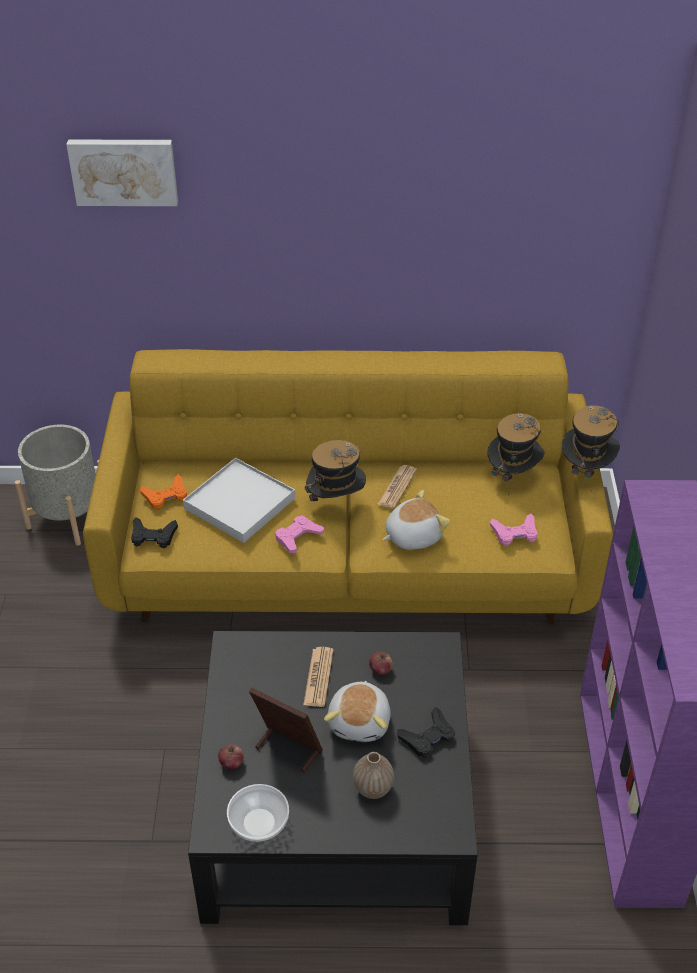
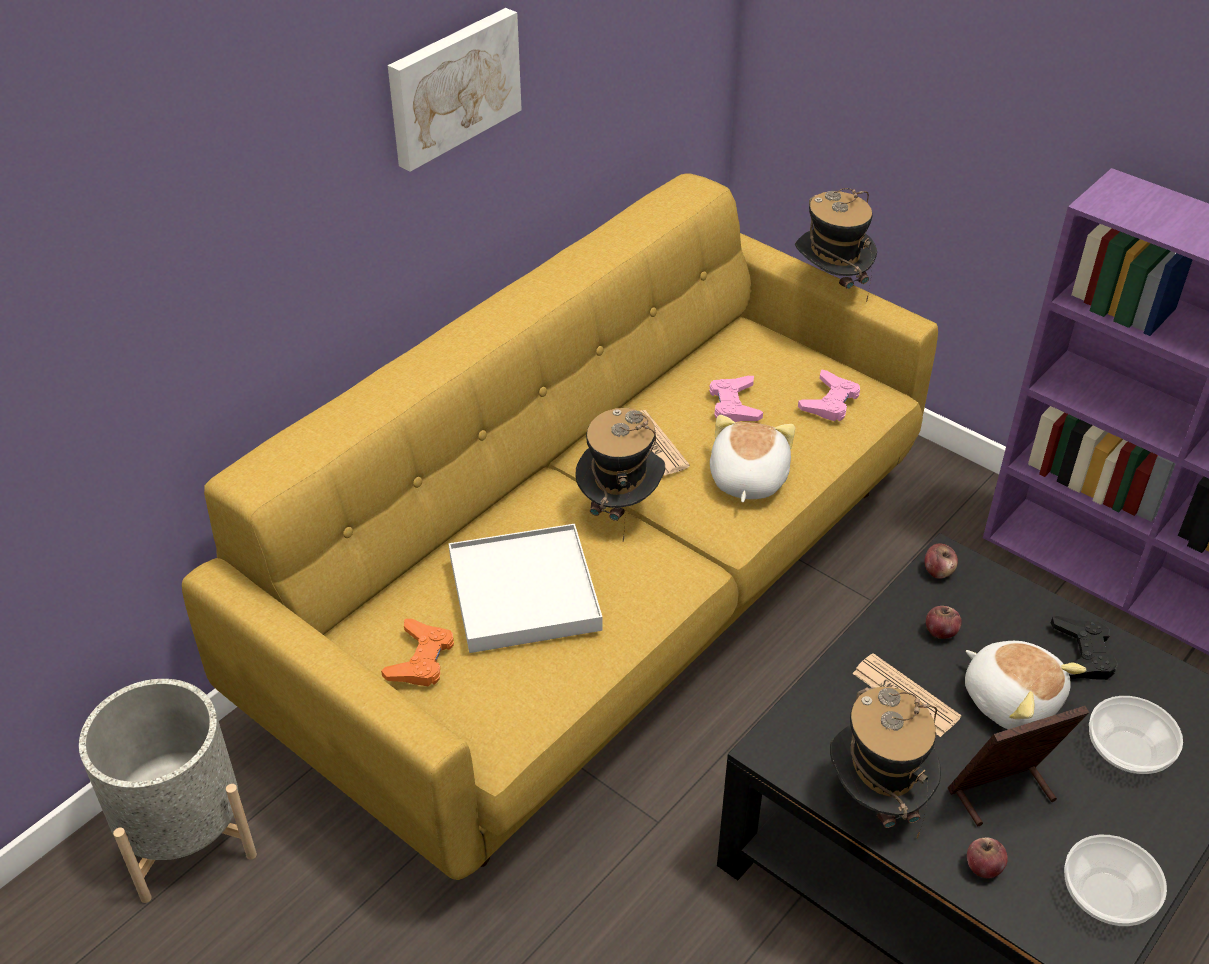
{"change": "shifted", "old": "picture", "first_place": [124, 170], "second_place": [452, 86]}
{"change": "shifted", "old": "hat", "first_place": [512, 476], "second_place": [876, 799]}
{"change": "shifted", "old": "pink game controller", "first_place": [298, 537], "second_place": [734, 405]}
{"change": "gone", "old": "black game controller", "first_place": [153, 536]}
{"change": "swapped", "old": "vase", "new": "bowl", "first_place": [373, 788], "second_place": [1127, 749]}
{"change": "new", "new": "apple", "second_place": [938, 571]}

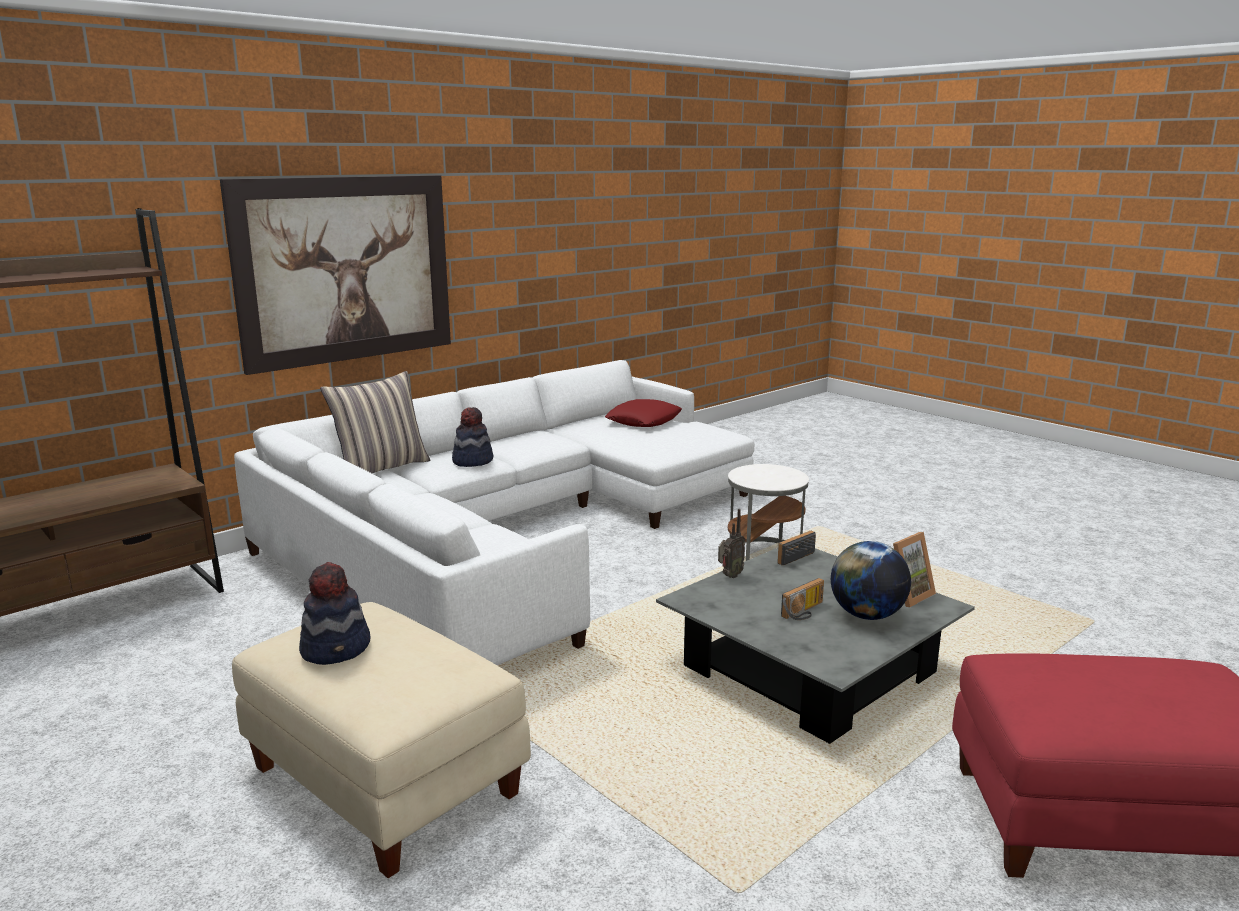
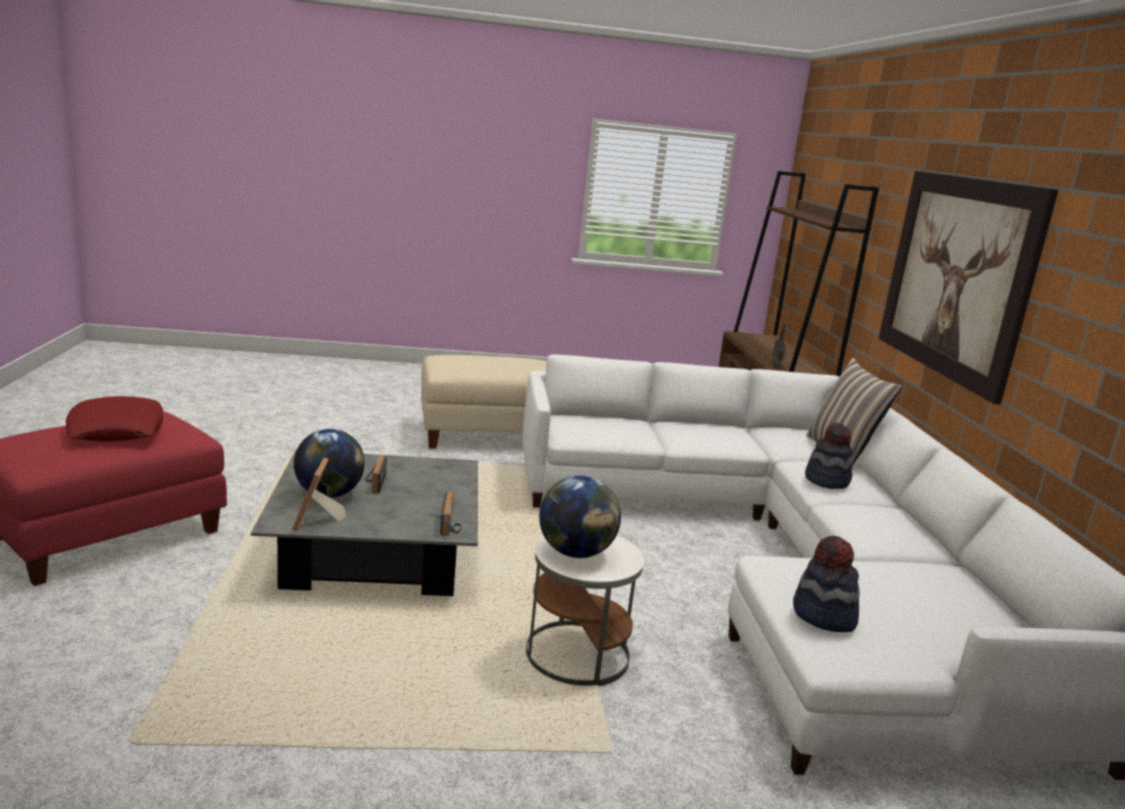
{"change": "shifted", "old": "red pillow", "first_place": [644, 420], "second_place": [117, 429]}
{"change": "shifted", "old": "radio", "first_place": [729, 576], "second_place": [777, 367]}
{"change": "shifted", "old": "hat", "first_place": [337, 648], "second_place": [823, 616]}
{"change": "new", "new": "globe", "second_place": [575, 553]}

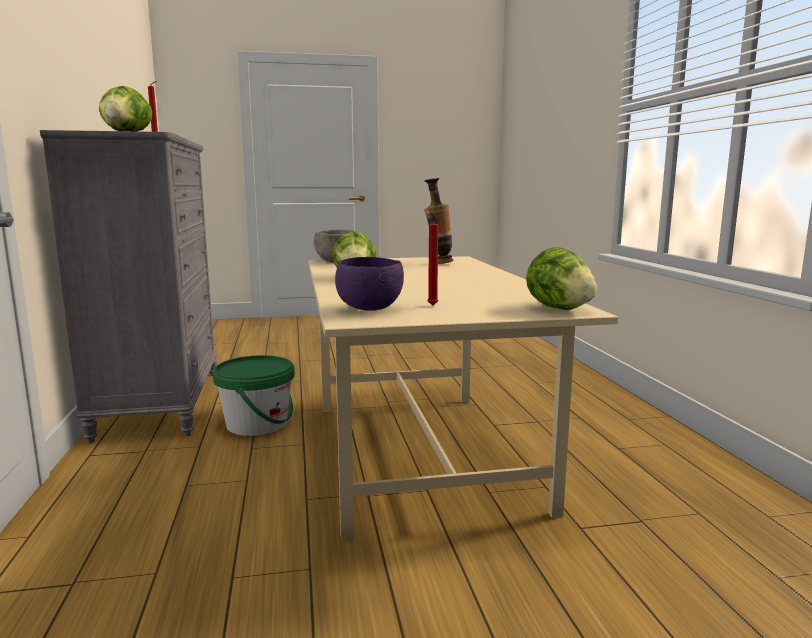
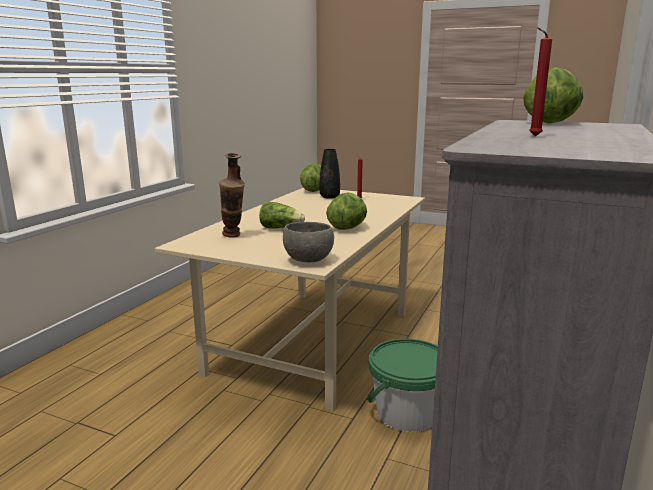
{"change": "gone", "old": "purple bowl", "first_place": [371, 309]}
{"change": "new", "new": "black vase", "second_place": [329, 197]}
{"change": "new", "new": "lettuce", "second_place": [280, 228]}

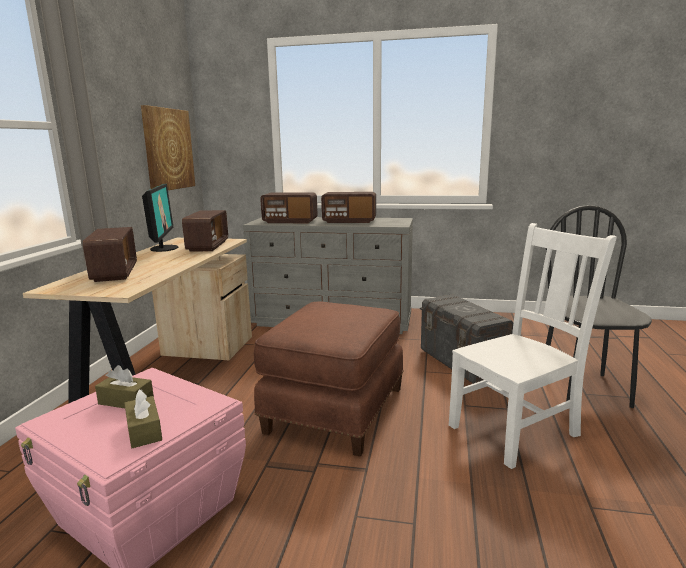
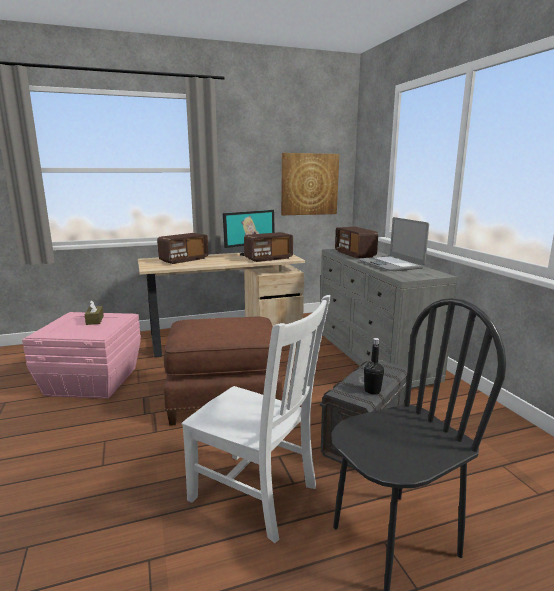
{"change": "swapped", "old": "radio", "new": "laptop", "first_place": [349, 221], "second_place": [390, 264]}
{"change": "gone", "old": "brown tissue box", "first_place": [144, 431]}
{"change": "new", "new": "black bottle", "second_place": [372, 390]}

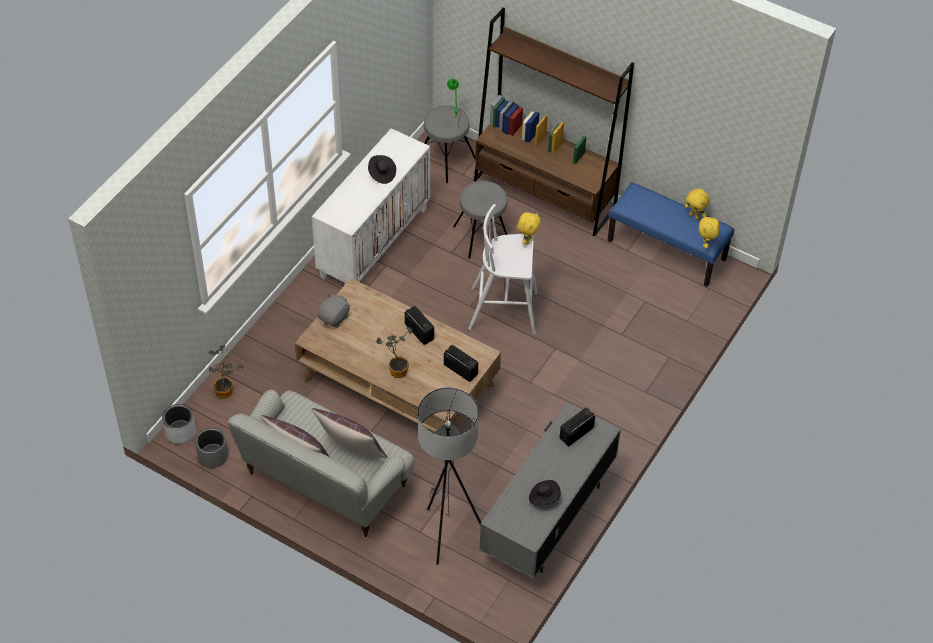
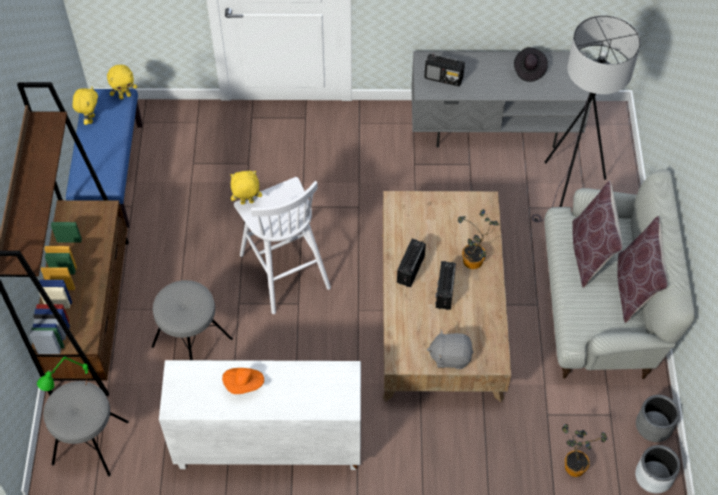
{"change": "repainted", "old": "black hat", "new": "orange hat", "first_place": [381, 174], "second_place": [244, 384]}
{"change": "shifted", "old": "radio", "first_place": [460, 369], "second_place": [444, 292]}

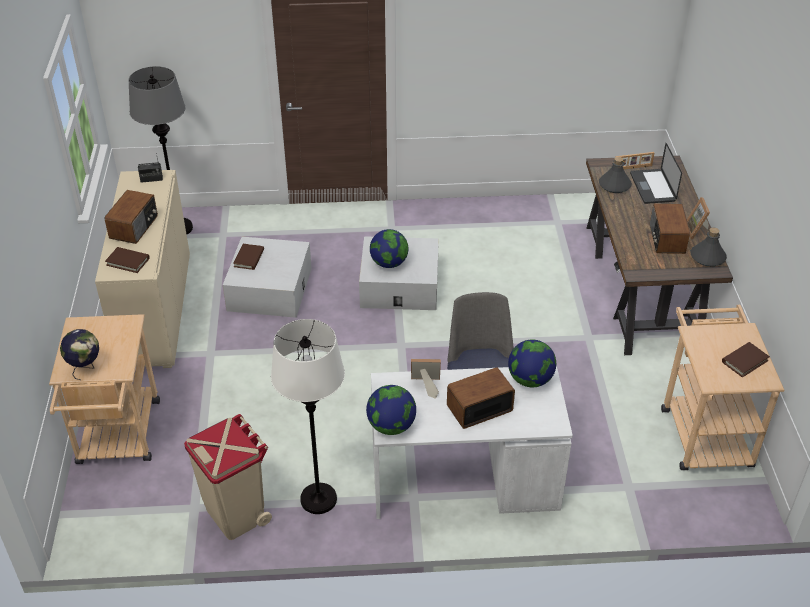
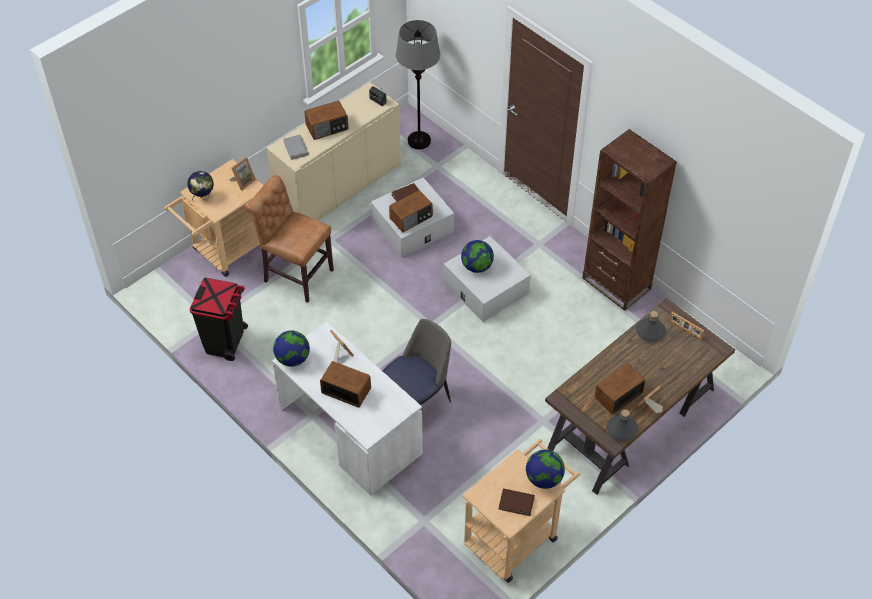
{"change": "gone", "old": "laptop", "first_place": [652, 187]}
{"change": "repainted", "old": "brown book", "new": "grey book", "first_place": [128, 261], "second_place": [296, 148]}
{"change": "gone", "old": "white floor lamp", "first_place": [319, 499]}
{"change": "shifted", "old": "globe", "first_place": [530, 380], "second_place": [544, 479]}
{"change": "repainted", "old": "beige trash can", "new": "black trash can", "first_place": [236, 513], "second_place": [225, 342]}
{"change": "new", "new": "brown bookcase", "second_place": [616, 284]}
{"change": "new", "new": "picture frame", "second_place": [243, 181]}
{"change": "new", "new": "brown chair", "second_place": [295, 274]}
{"change": "new", "new": "radio", "second_place": [411, 218]}

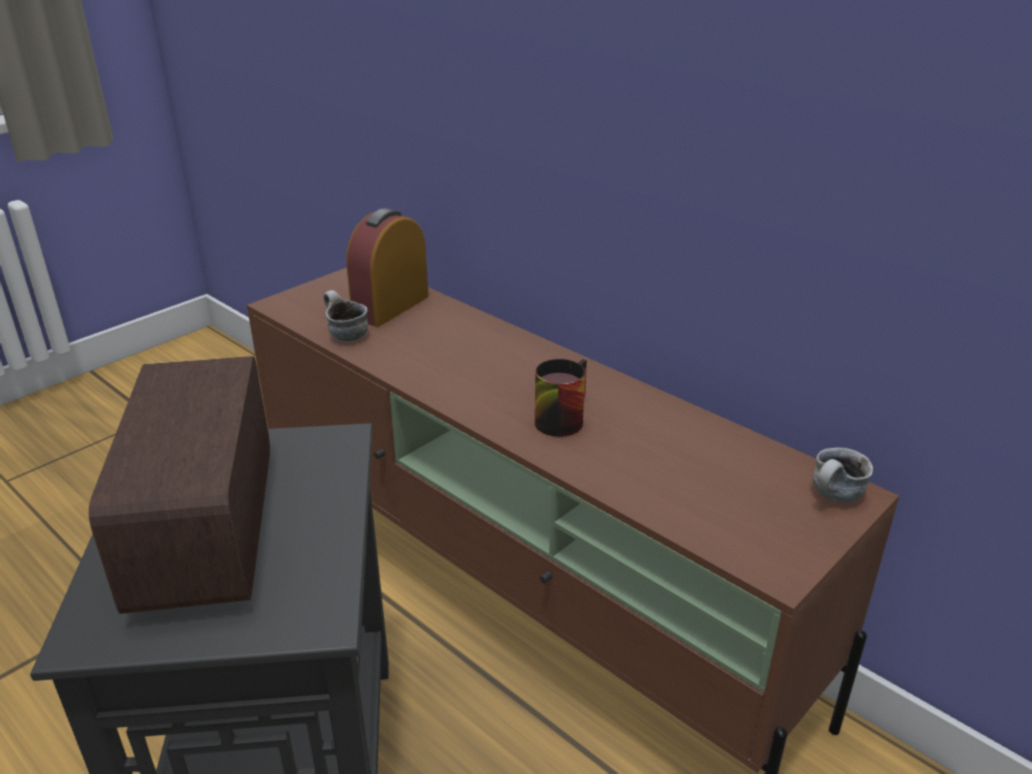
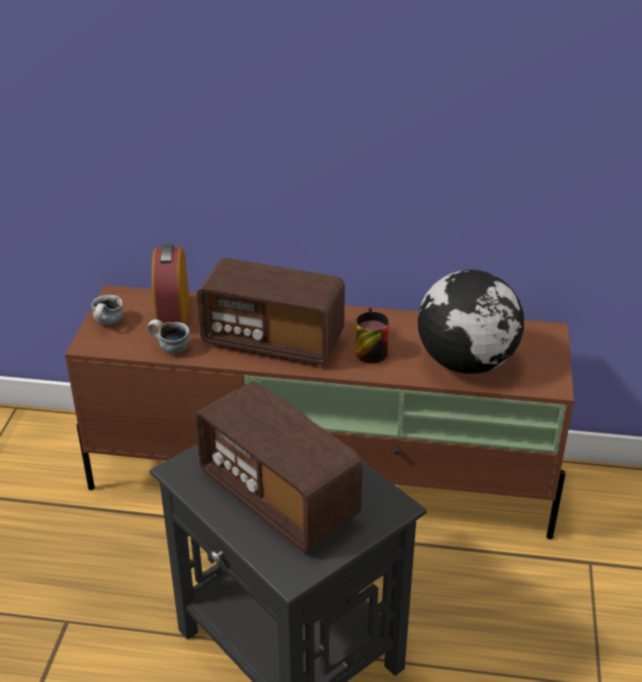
{"change": "shifted", "old": "mug", "first_place": [834, 498], "second_place": [108, 324]}
{"change": "new", "new": "radio", "second_place": [273, 341]}
{"change": "new", "new": "globe", "second_place": [467, 362]}

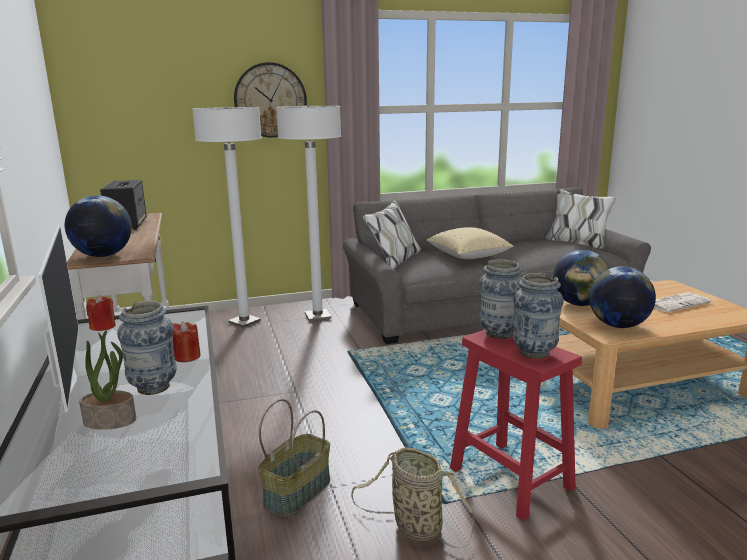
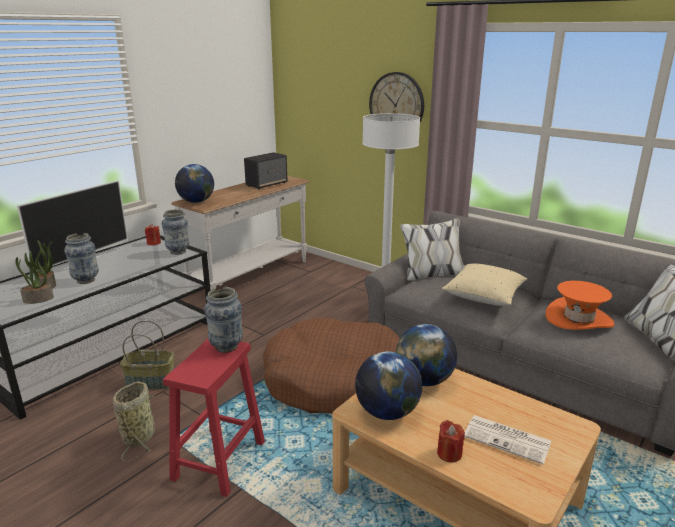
{"change": "gone", "old": "white floor lamp", "first_place": [244, 322]}
{"change": "shifted", "old": "vase", "first_place": [534, 353], "second_place": [178, 252]}
{"change": "shifted", "old": "red candle", "first_place": [187, 356], "second_place": [449, 453]}
{"change": "new", "new": "potted plant", "second_place": [38, 299]}
{"change": "new", "new": "orange hat", "second_place": [578, 319]}
{"change": "new", "new": "brown dog bed", "second_place": [335, 381]}

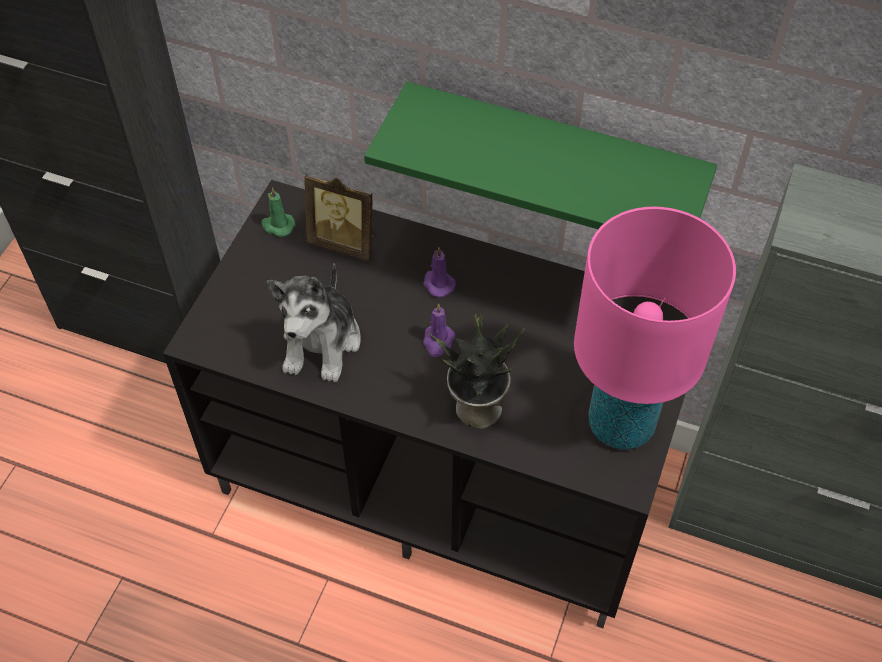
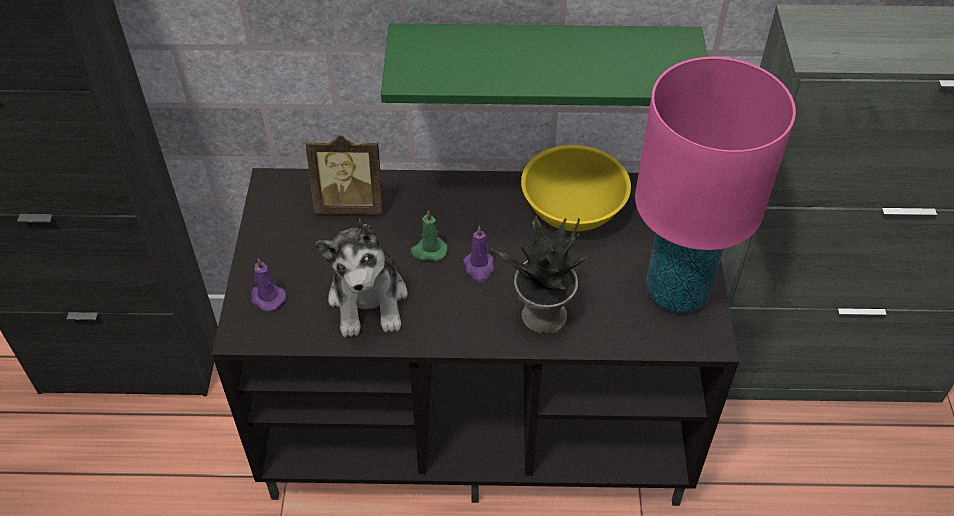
{"change": "shifted", "old": "green candle", "first_place": [277, 225], "second_place": [428, 251]}
{"change": "shifted", "old": "purple candle", "first_place": [438, 283], "second_place": [267, 298]}
{"change": "new", "new": "yellow bowl", "second_place": [573, 210]}

